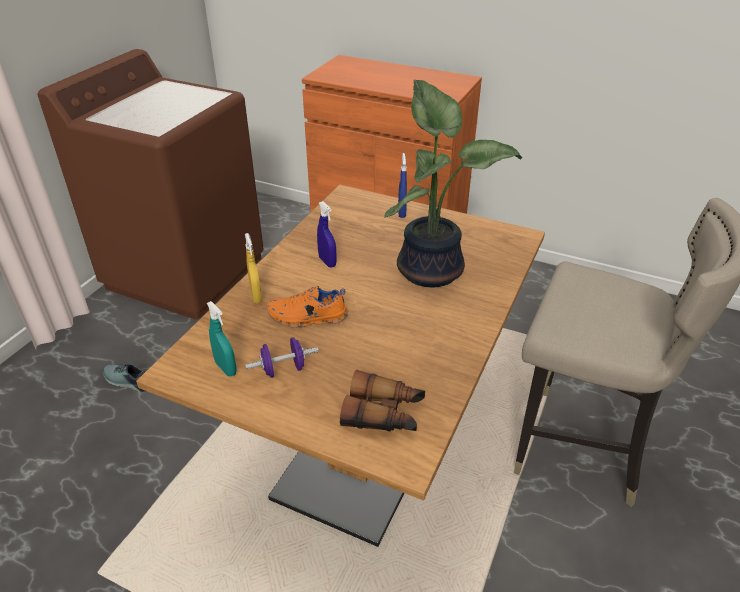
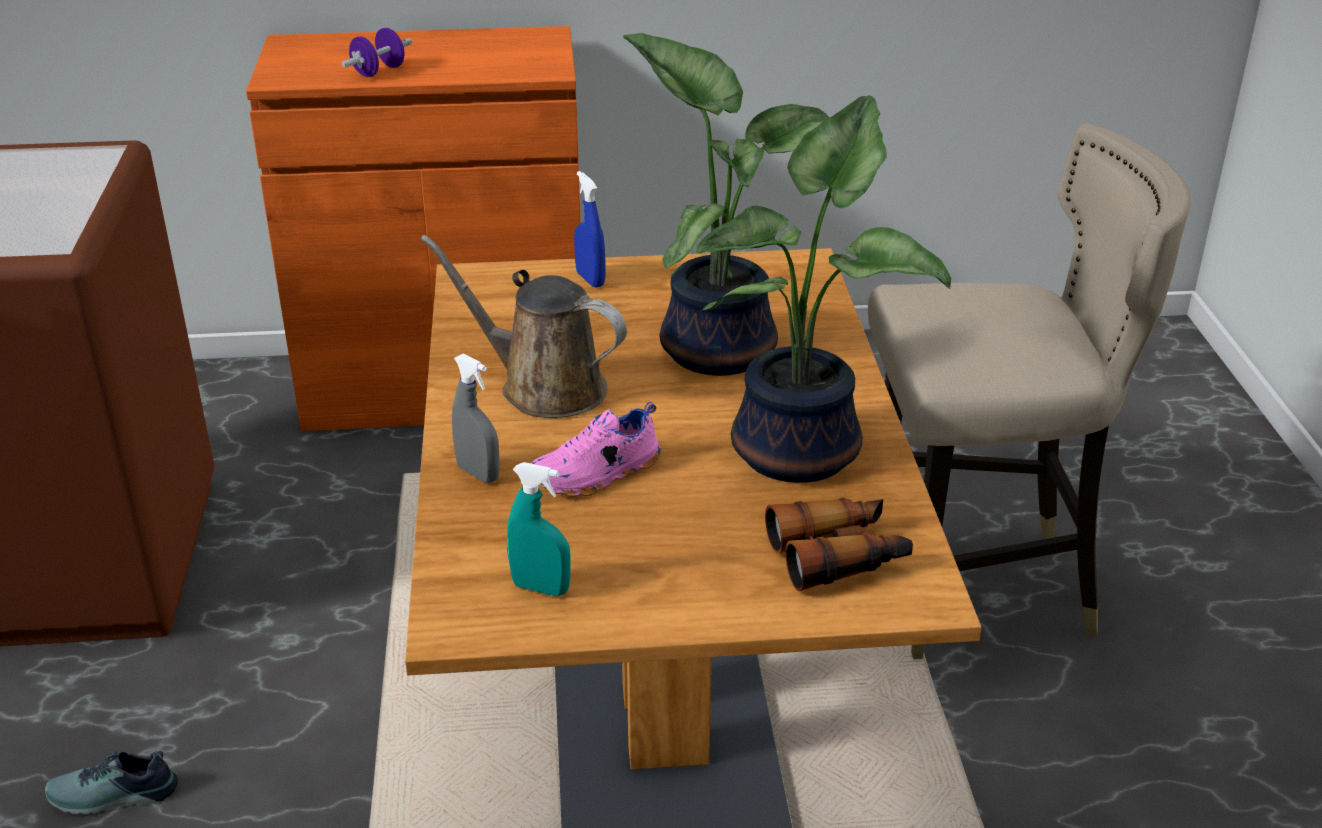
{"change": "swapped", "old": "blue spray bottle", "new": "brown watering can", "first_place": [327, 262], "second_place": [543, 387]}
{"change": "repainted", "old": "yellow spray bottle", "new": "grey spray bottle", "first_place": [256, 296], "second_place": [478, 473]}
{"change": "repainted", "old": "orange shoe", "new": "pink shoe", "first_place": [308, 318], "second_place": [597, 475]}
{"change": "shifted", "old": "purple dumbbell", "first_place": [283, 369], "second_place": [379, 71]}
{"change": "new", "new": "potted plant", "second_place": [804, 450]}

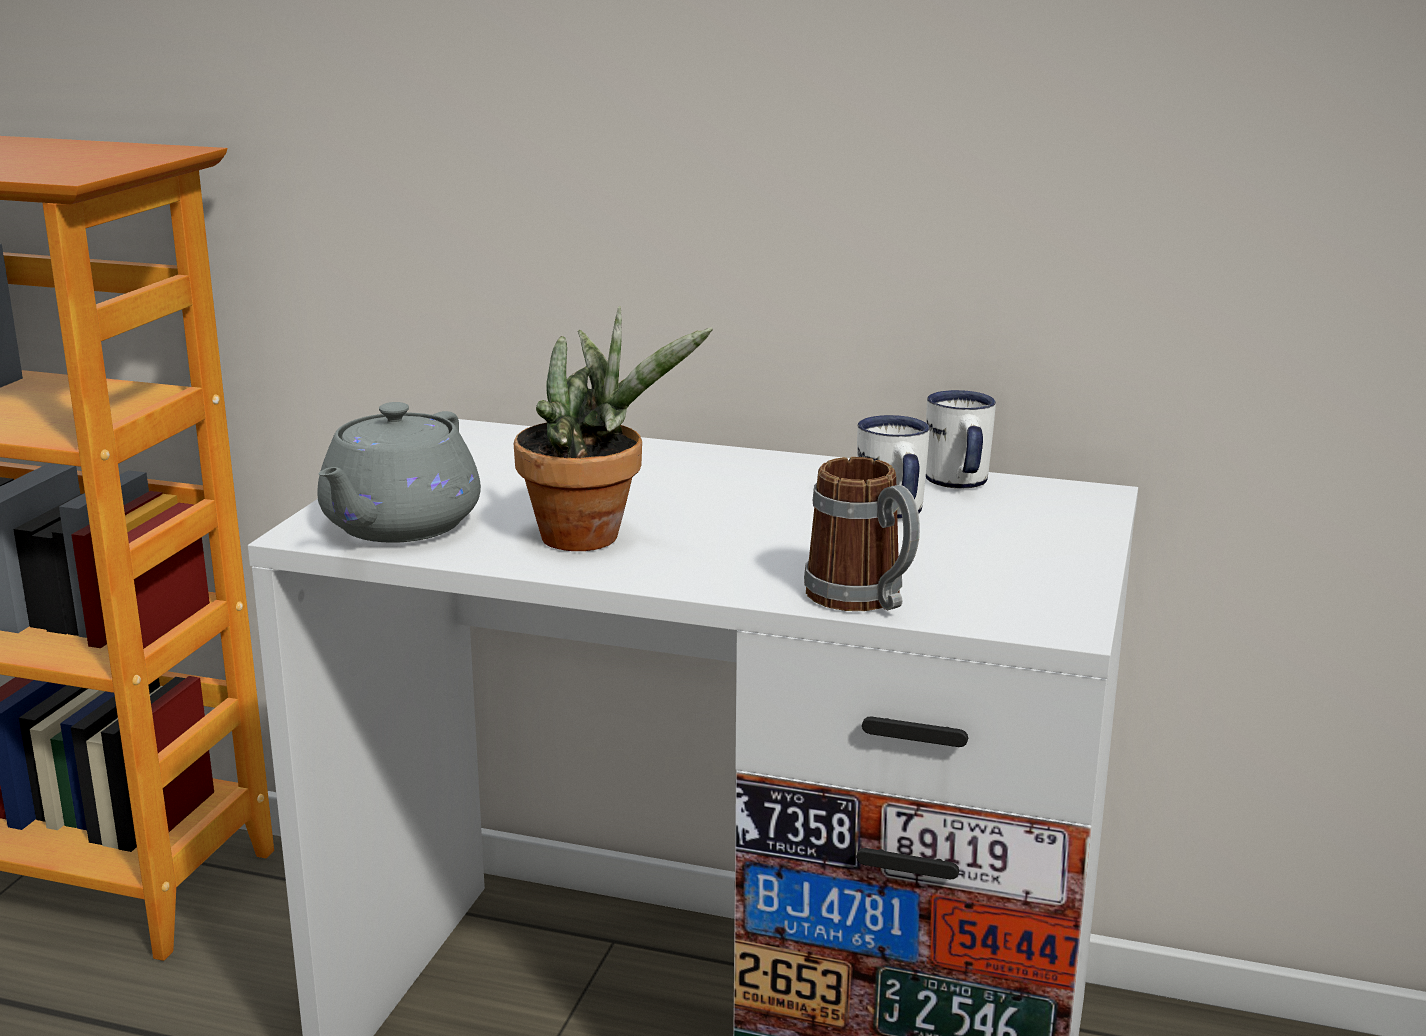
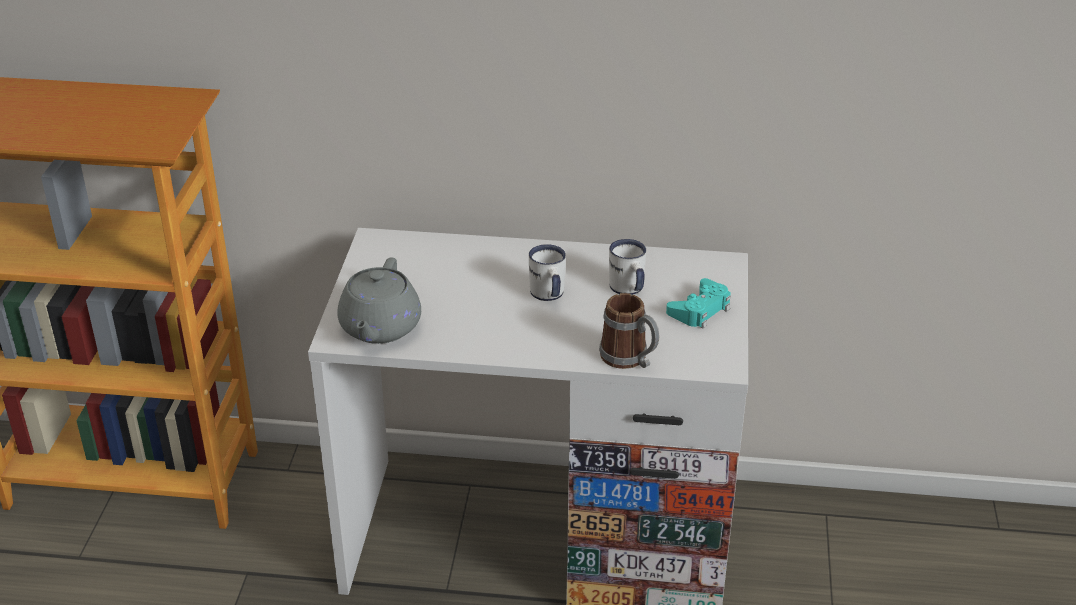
{"change": "gone", "old": "potted plant", "first_place": [593, 537]}
{"change": "shifted", "old": "white mug", "first_place": [958, 483], "second_place": [548, 296]}
{"change": "new", "new": "turquoise game controller", "second_place": [700, 310]}

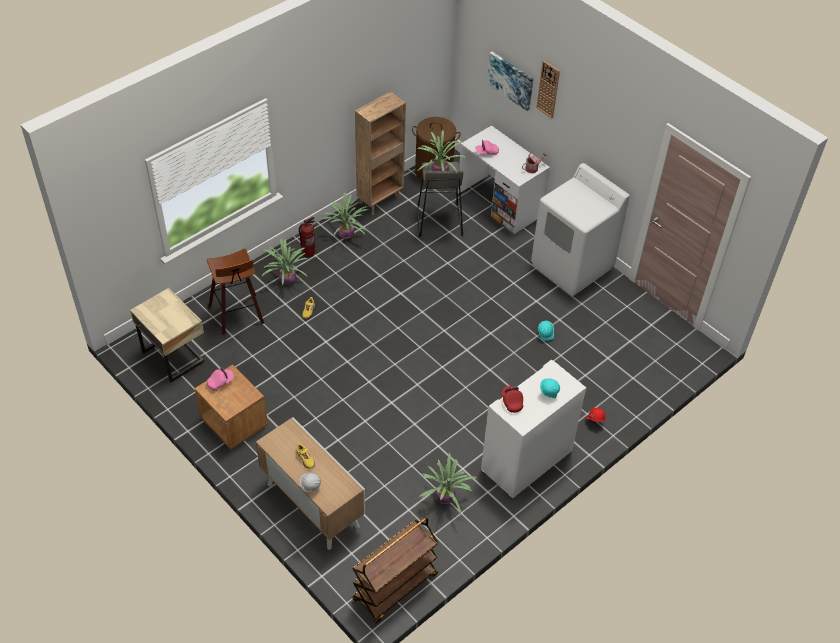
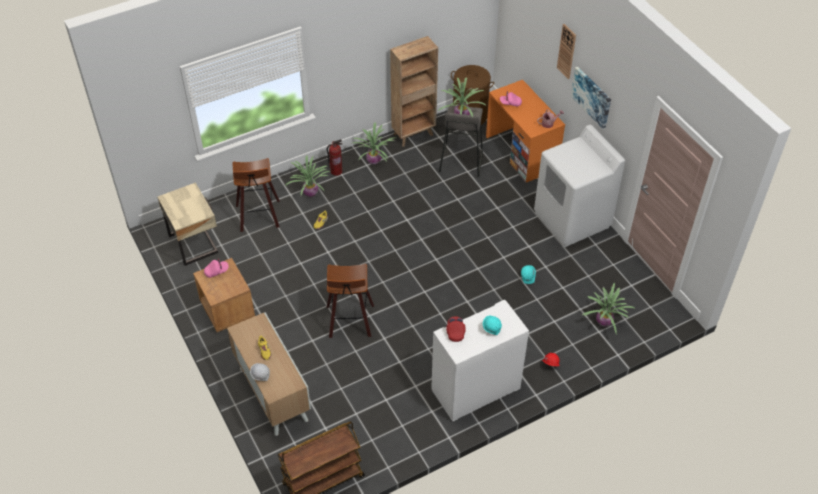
{"change": "shifted", "old": "picture", "first_place": [511, 80], "second_place": [592, 97]}
{"change": "repainted", "old": "white desk", "new": "orange desk", "first_place": [499, 204], "second_place": [521, 153]}
{"change": "shifted", "old": "potted plant", "first_place": [445, 499], "second_place": [603, 322]}
{"change": "new", "new": "stool", "second_place": [350, 322]}

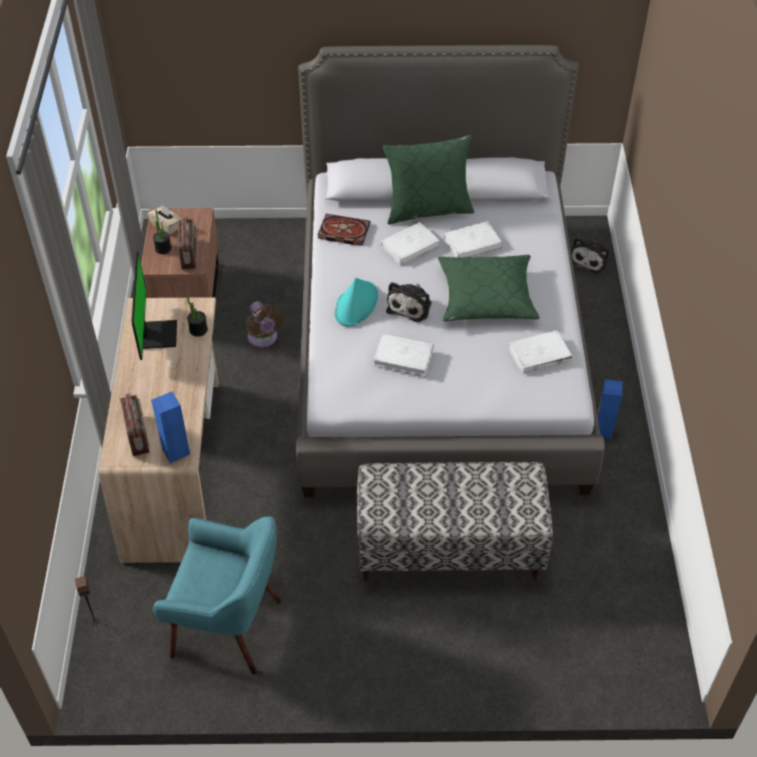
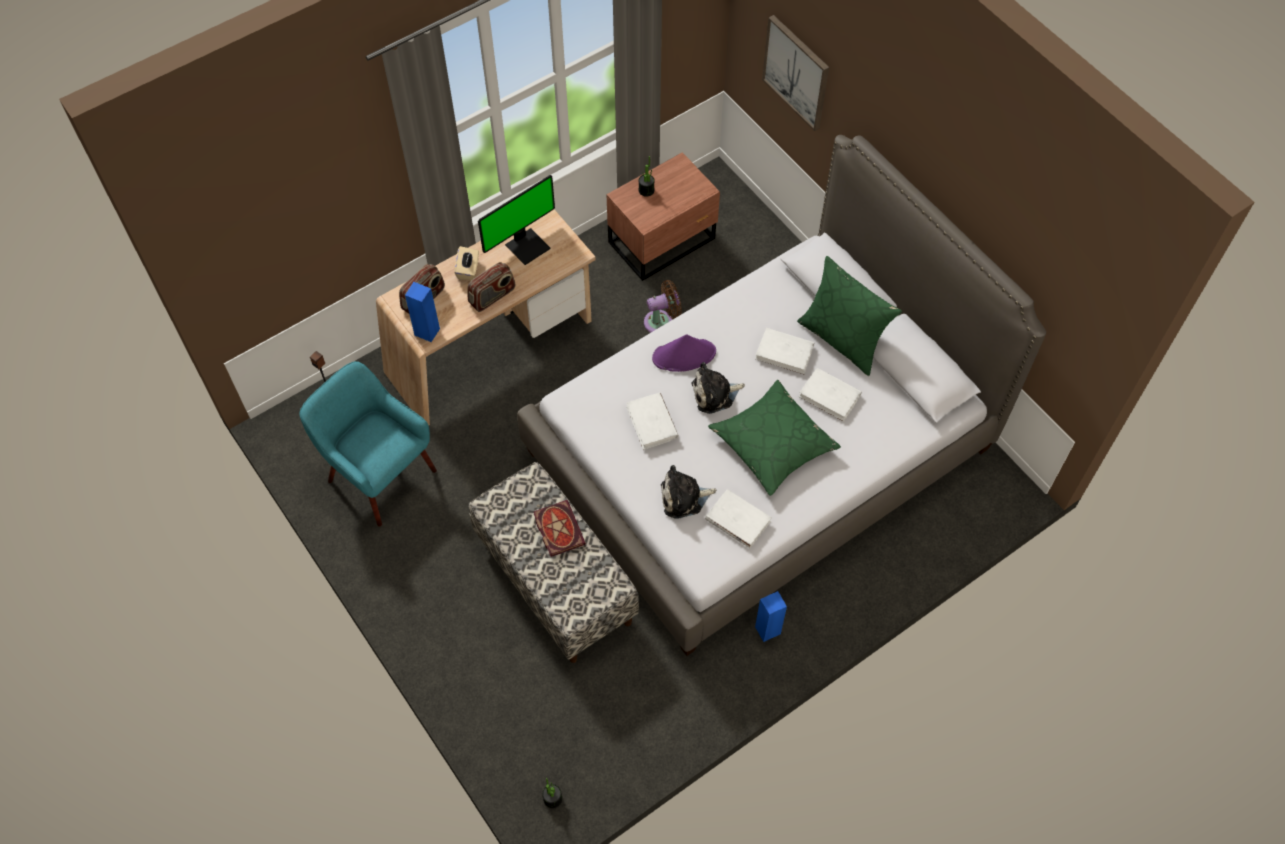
{"change": "shifted", "old": "beige tissue box", "first_place": [166, 226], "second_place": [468, 270]}
{"change": "shifted", "old": "book", "first_place": [342, 232], "second_place": [557, 528]}
{"change": "shifted", "old": "radio", "first_place": [189, 255], "second_place": [492, 296]}
{"change": "shifted", "old": "plush toy", "first_place": [590, 259], "second_place": [684, 498]}
{"change": "repainted", "old": "turquoise hat", "new": "purple hat", "first_place": [356, 304], "second_place": [684, 355]}
{"change": "shifted", "old": "potted plant", "first_place": [198, 330], "second_place": [552, 798]}
{"change": "rotated", "old": "brown fan", "first_place": [263, 339], "second_place": [661, 321], "degrees": -135}
{"change": "rotated", "old": "turquoise armchair", "first_place": [228, 627], "second_place": [380, 475], "degrees": 150}
{"change": "new", "new": "picture", "second_place": [796, 72]}

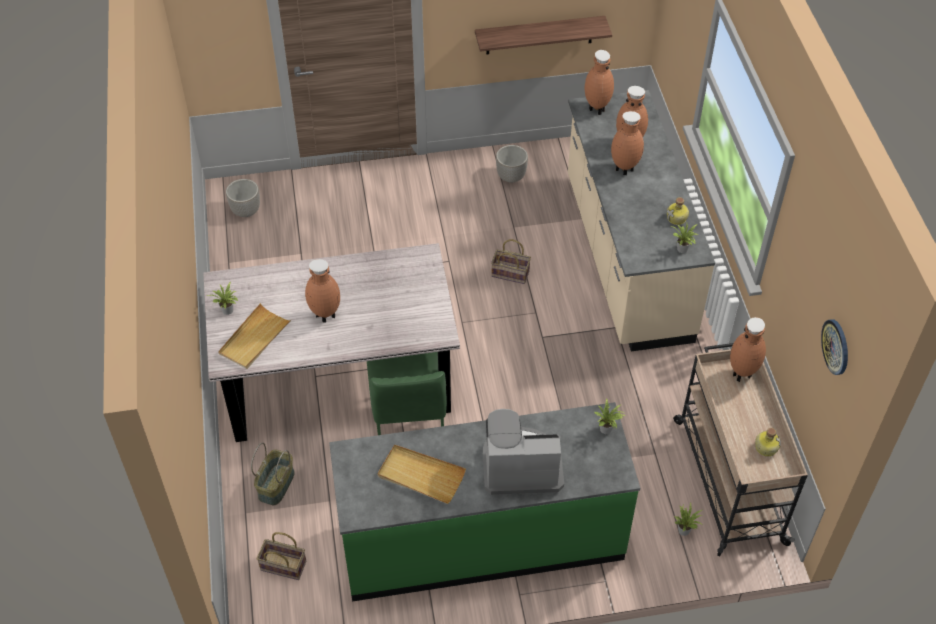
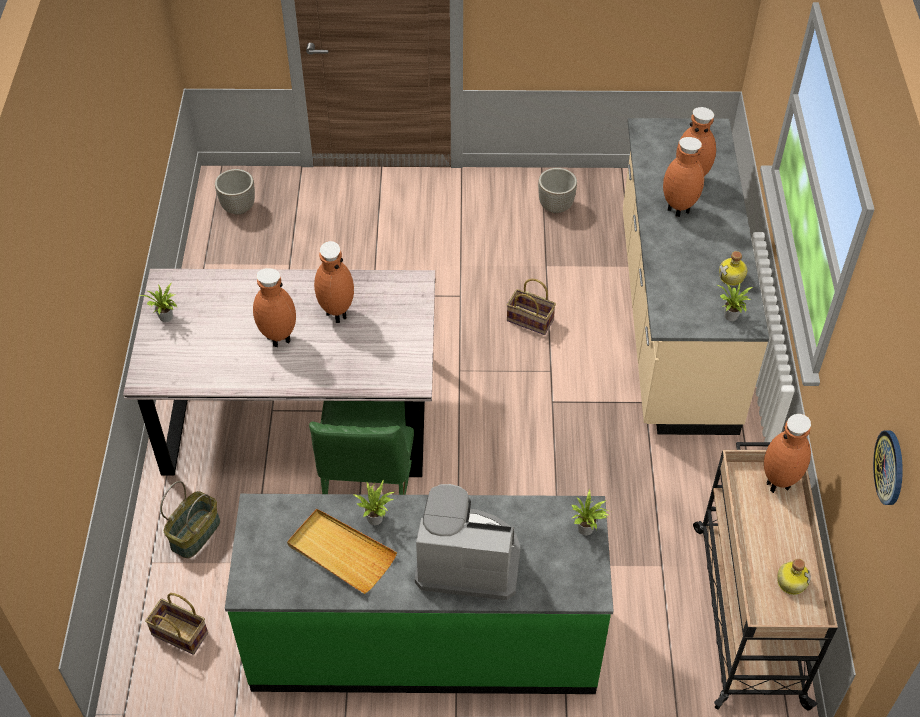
{"change": "gone", "old": "shelf", "first_place": [539, 35]}
{"change": "shifted", "old": "brown vase", "first_place": [596, 109], "second_place": [336, 314]}
{"change": "gone", "old": "beige tray", "first_place": [254, 338]}
{"change": "shifted", "old": "potted plant", "first_place": [684, 529], "second_place": [376, 517]}

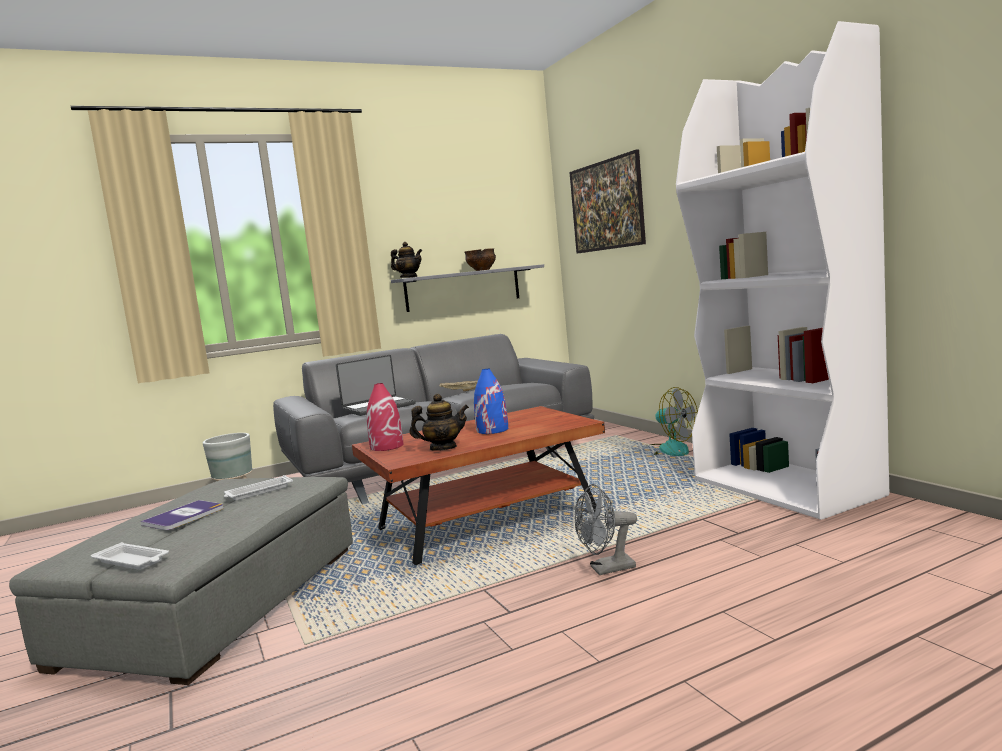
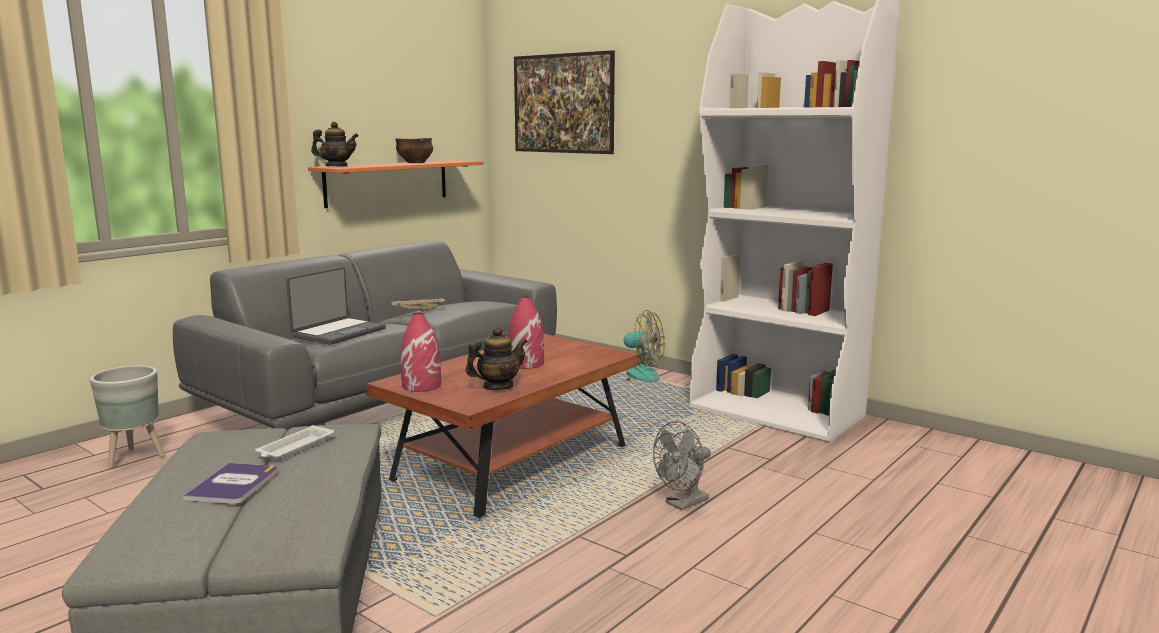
{"change": "repainted", "old": "grey shelf", "new": "orange shelf", "first_place": [463, 289], "second_place": [387, 182]}
{"change": "repainted", "old": "blue vase", "new": "red vase", "first_place": [492, 430], "second_place": [526, 363]}
{"change": "gone", "old": "white tray", "first_place": [132, 561]}

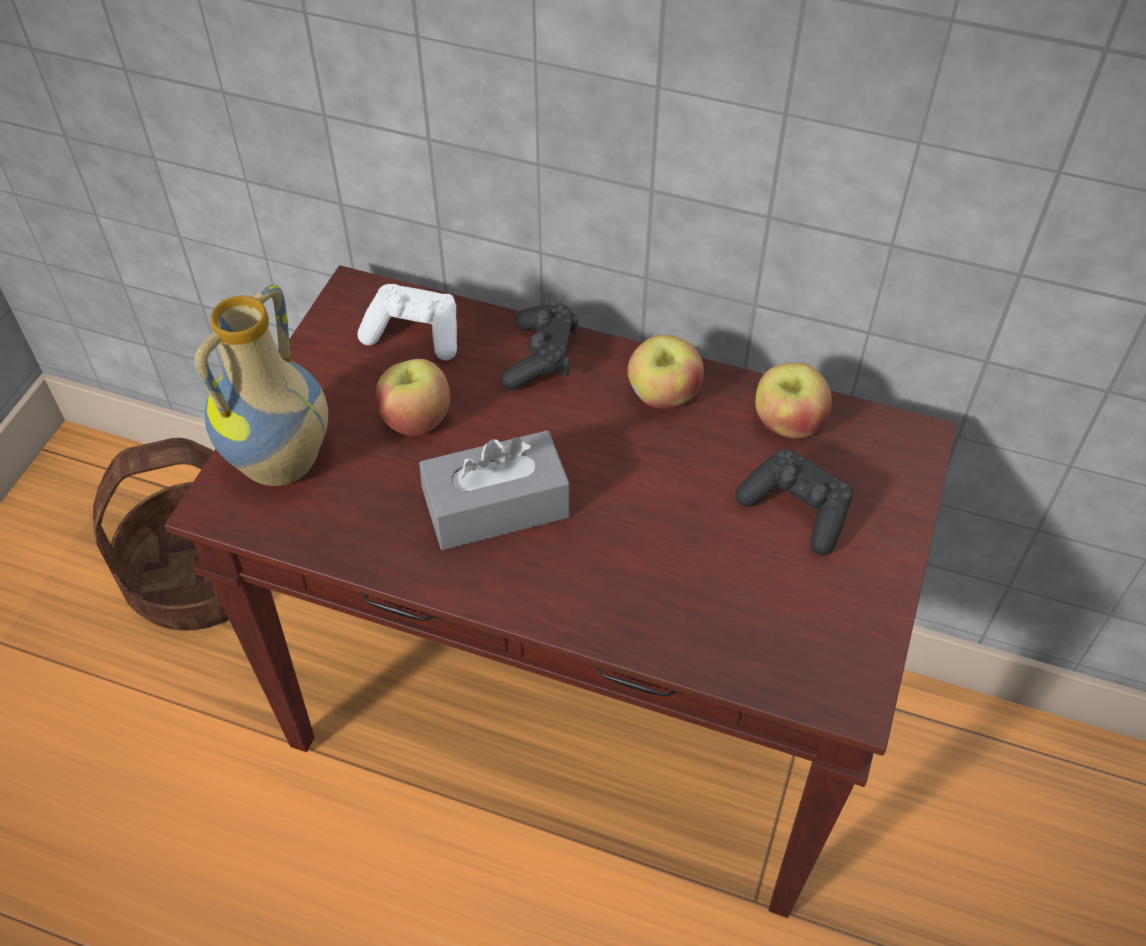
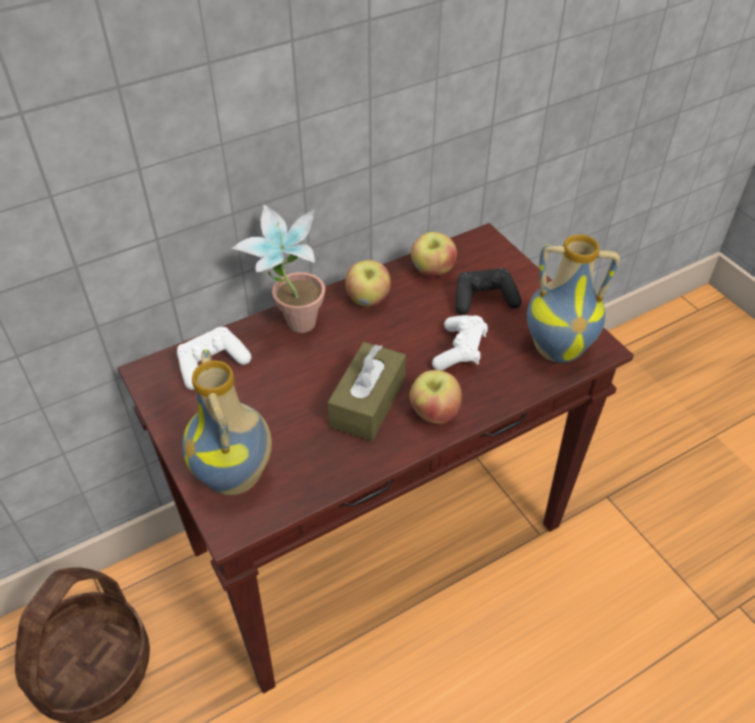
{"change": "swapped", "old": "black game controller", "new": "potted plant", "first_place": [541, 358], "second_place": [291, 327]}
{"change": "shifted", "old": "apple", "first_place": [416, 419], "second_place": [434, 412]}
{"change": "repainted", "old": "grey tissue box", "new": "brown tissue box", "first_place": [496, 507], "second_place": [368, 402]}
{"change": "new", "new": "vase", "second_place": [558, 348]}
{"change": "new", "new": "white game controller", "second_place": [460, 351]}

